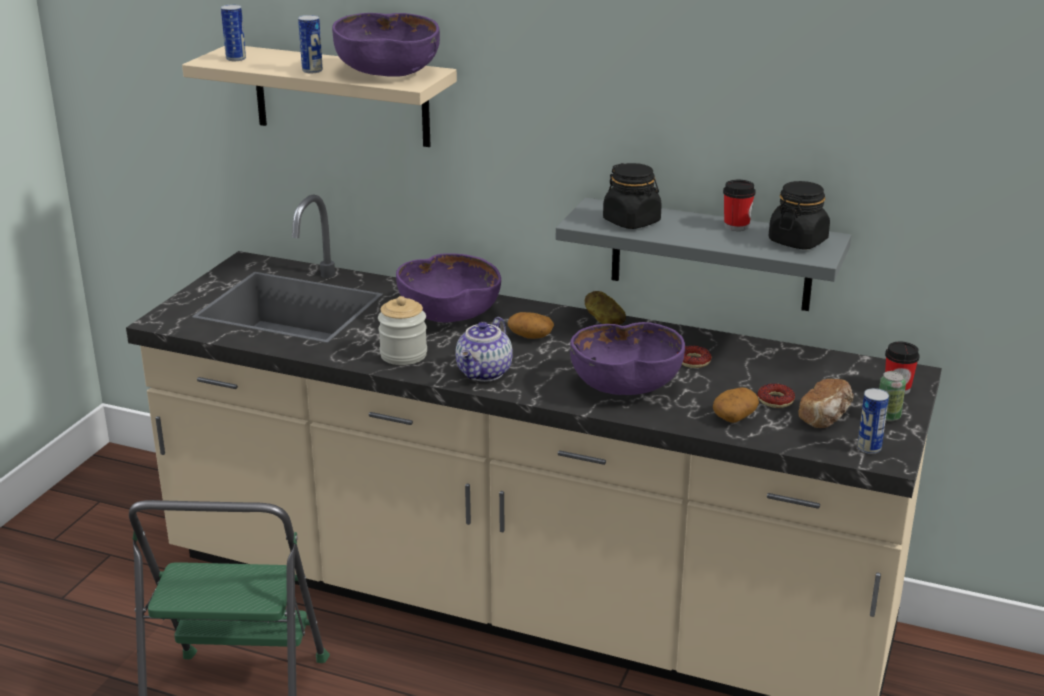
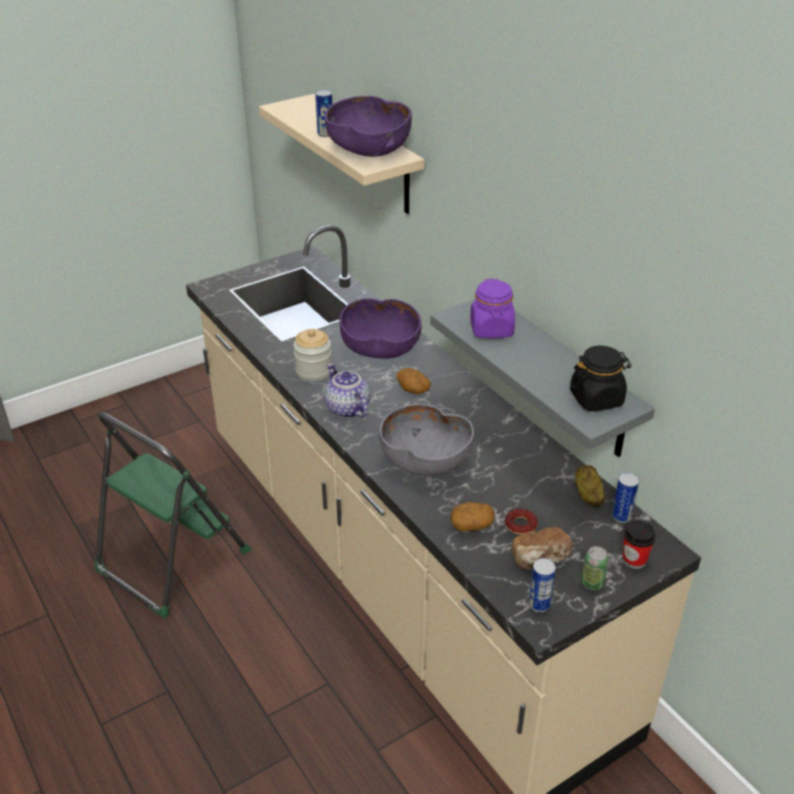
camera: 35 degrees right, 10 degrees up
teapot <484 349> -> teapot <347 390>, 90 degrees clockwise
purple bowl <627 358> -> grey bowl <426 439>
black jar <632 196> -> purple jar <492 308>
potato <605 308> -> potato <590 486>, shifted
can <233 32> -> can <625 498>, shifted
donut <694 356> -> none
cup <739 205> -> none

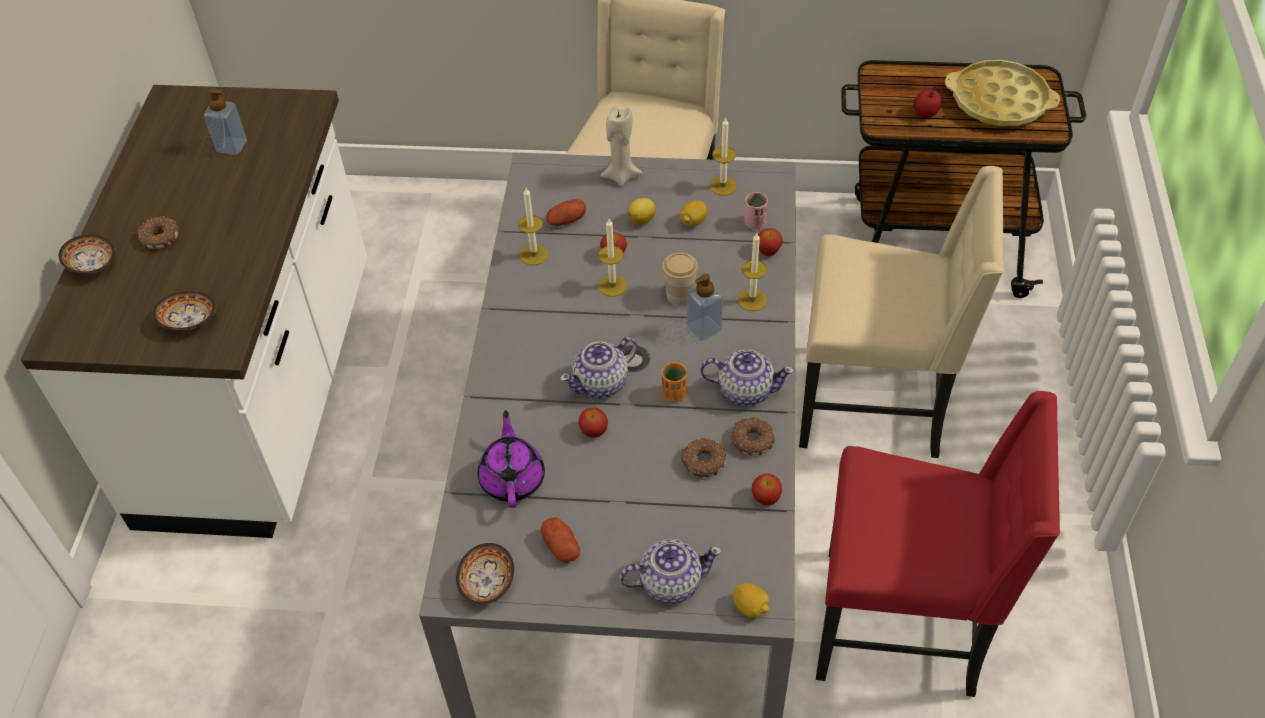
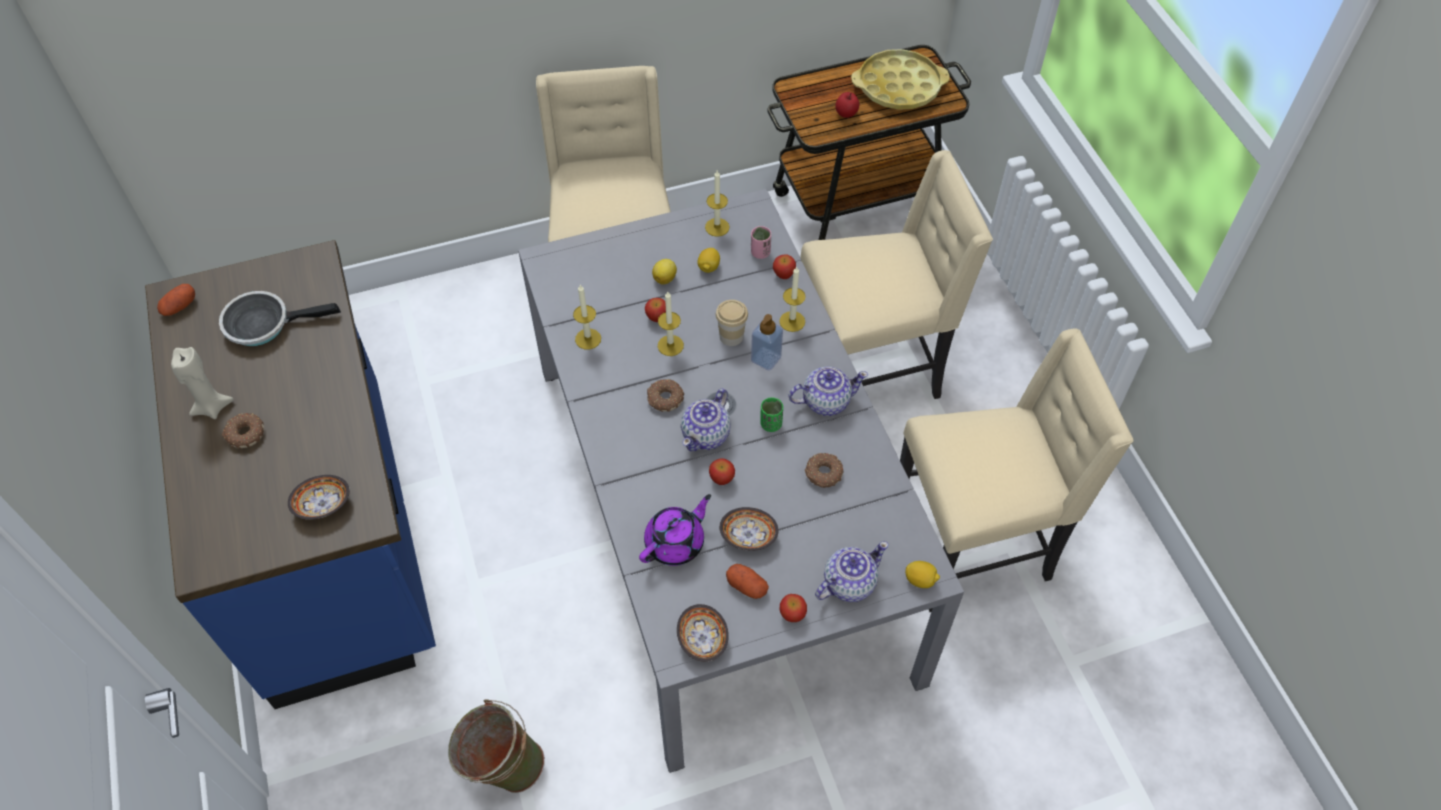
camera: 25 degrees left, 5 degrees up
white counter <194 311> -> blue counter <290 474>
potato <566 212> -> potato <176 300>, shifted
beige candle <622 146> -> beige candle <202 383>, shifted
soap dispenser <225 121> -> frying pan <280 318>
none -> green bucket <496 746>
purple teapot <511 459> -> purple teapot <675 530>, 75 degrees clockwise
donut <752 436> -> donut <665 395>, shifted
bowl <87 254> -> bowl <748 529>, shifted
orange cup <674 382> -> green cup <771 414>
apple <767 489> -> apple <793 608>, shifted
red chair <938 544> -> beige chair <1015 470>

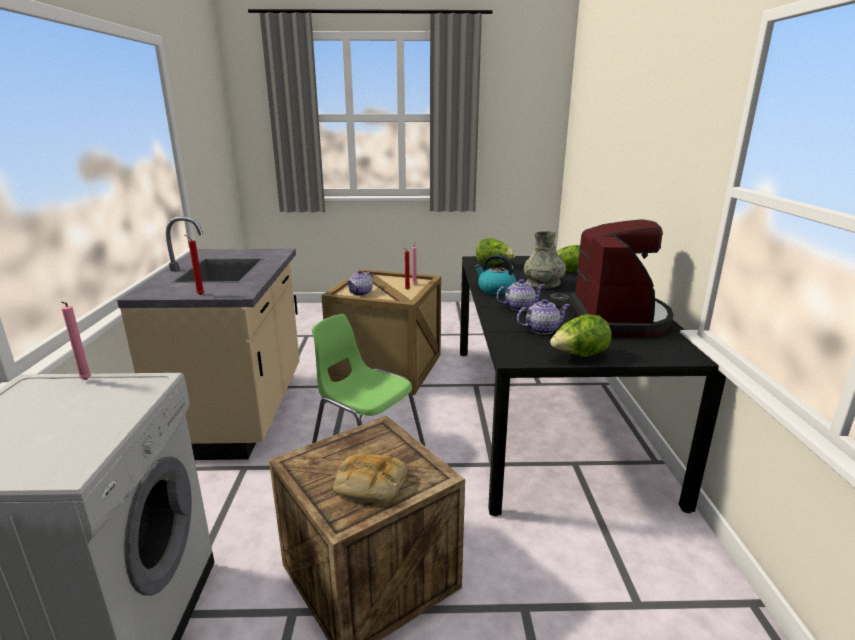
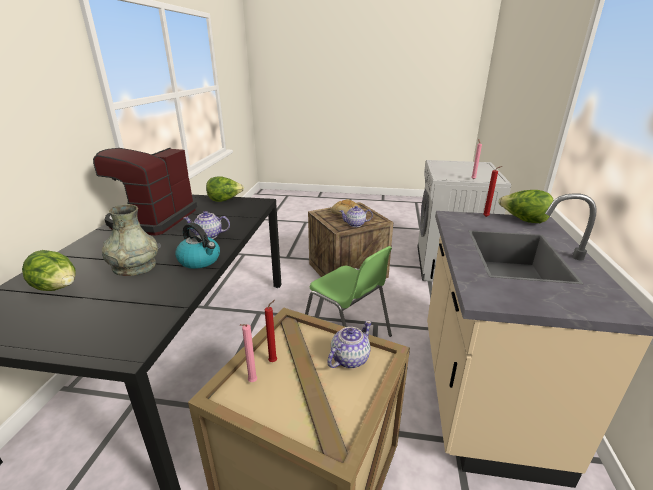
camera: 170 degrees left, 5 degrees up
teapot <544 316> -> teapot <356 216>, shifted
lettuce <496 252> -> lettuce <526 206>, shifted

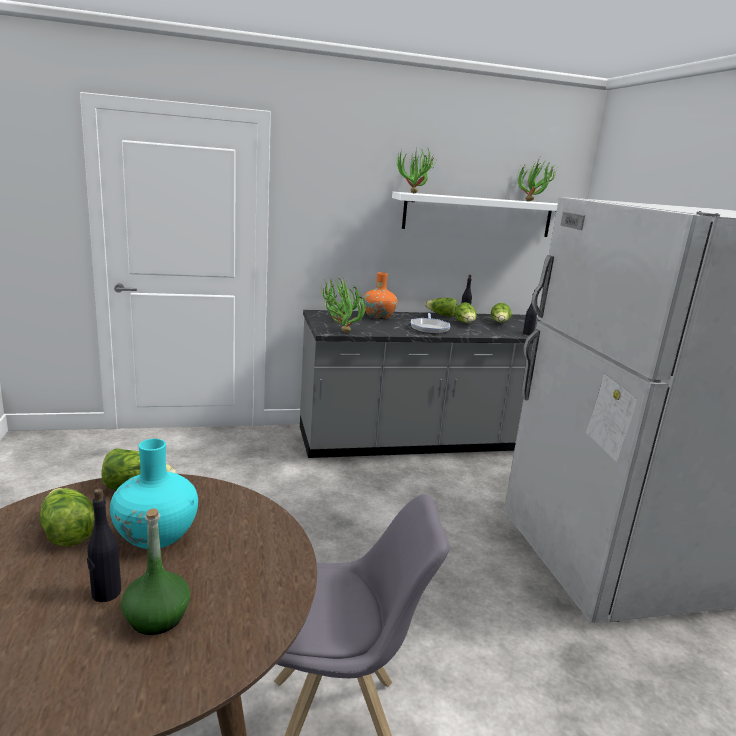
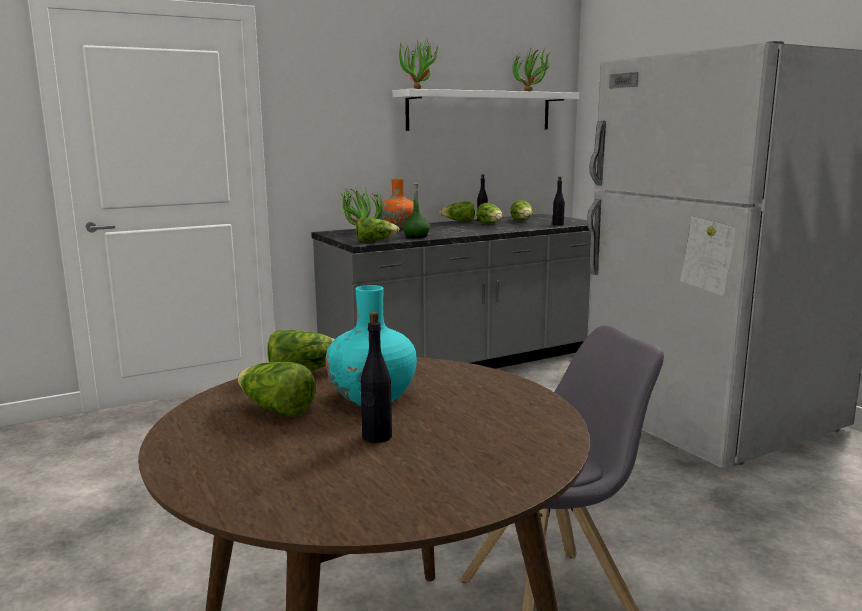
camera: 15 degrees left, 5 degrees down
potted plant <345 309> -> lettuce <377 229>
green bottle <155 571> -> green bottle <416 210>, shifted
frying pan <430 323> -> none

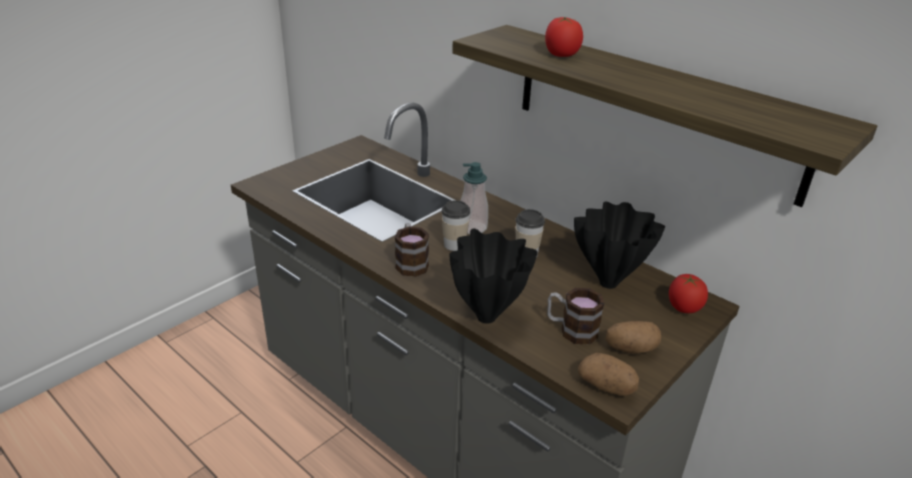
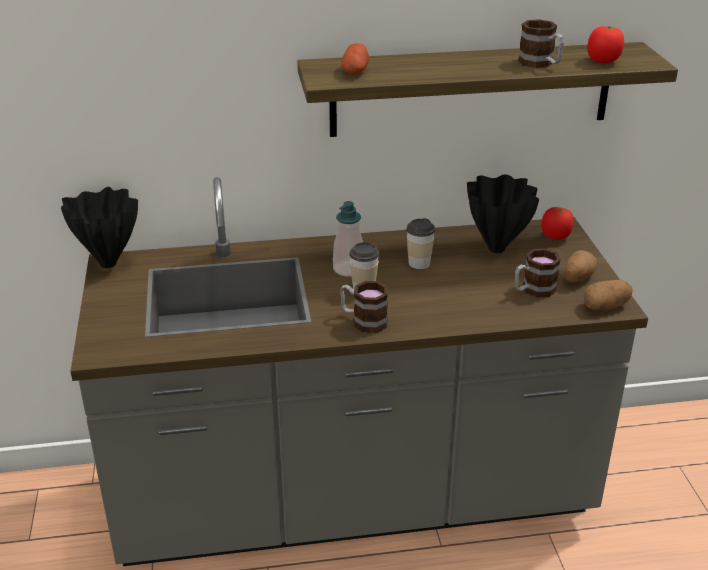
camera: 50 degrees left, 0 degrees up
black vase <493 276> -> black vase <99 227>, shifted
none -> potato <355 58>
none -> mug <541 43>
tomato <564 37> -> tomato <605 44>, shifted

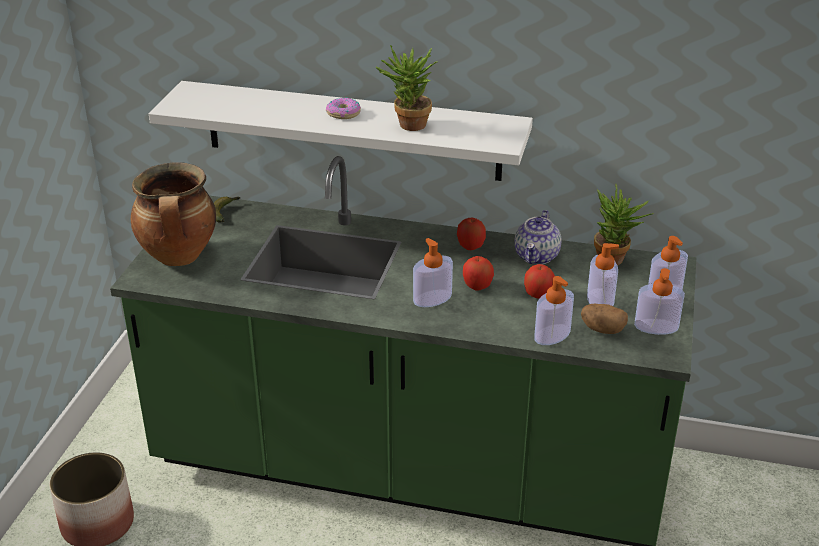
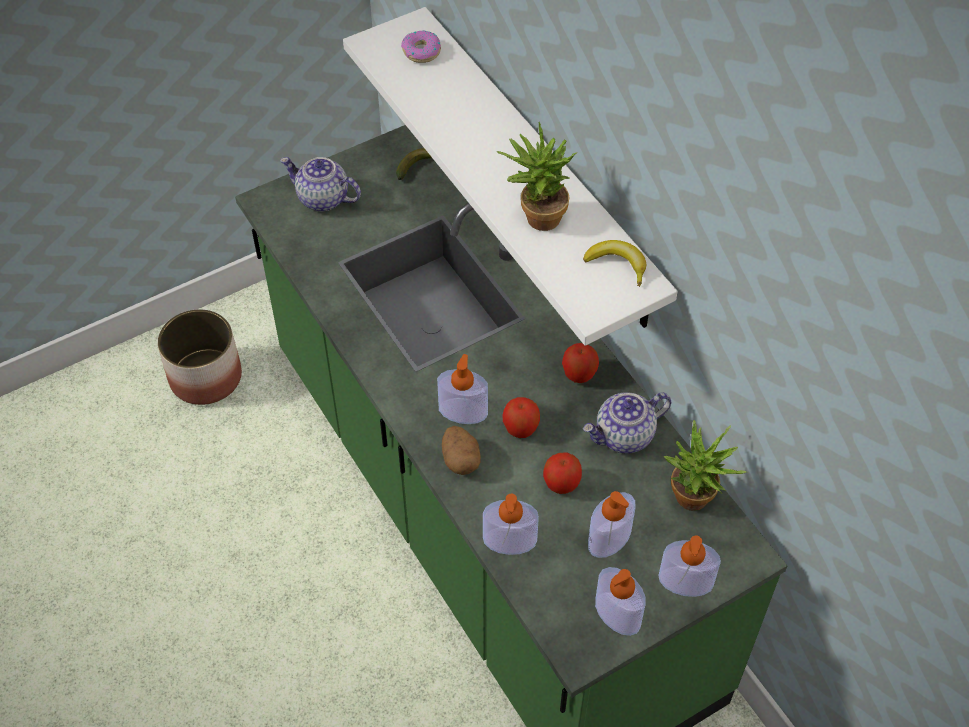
camera: 45 degrees right, 20 degrees up
cooking pot <173 214> -> teapot <320 184>
donut <343 108> -> donut <421 47>, shifted
potato <604 319> -> potato <461 450>, shifted
none -> banana <614 263>

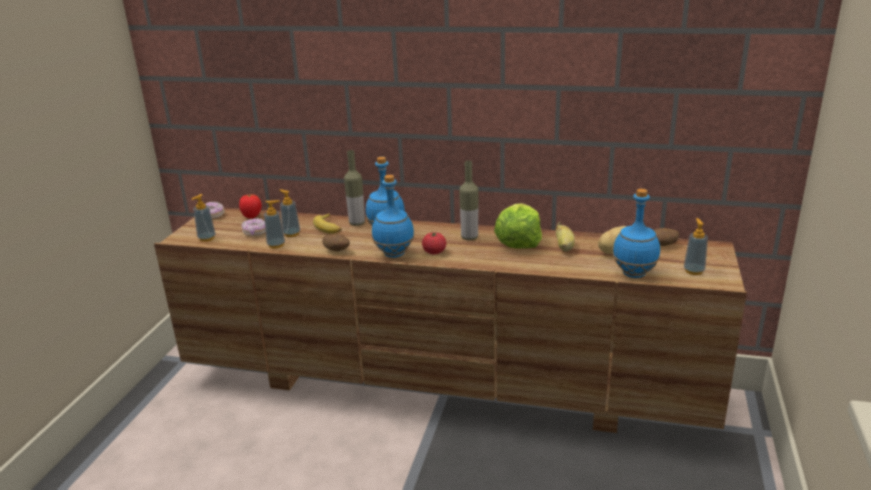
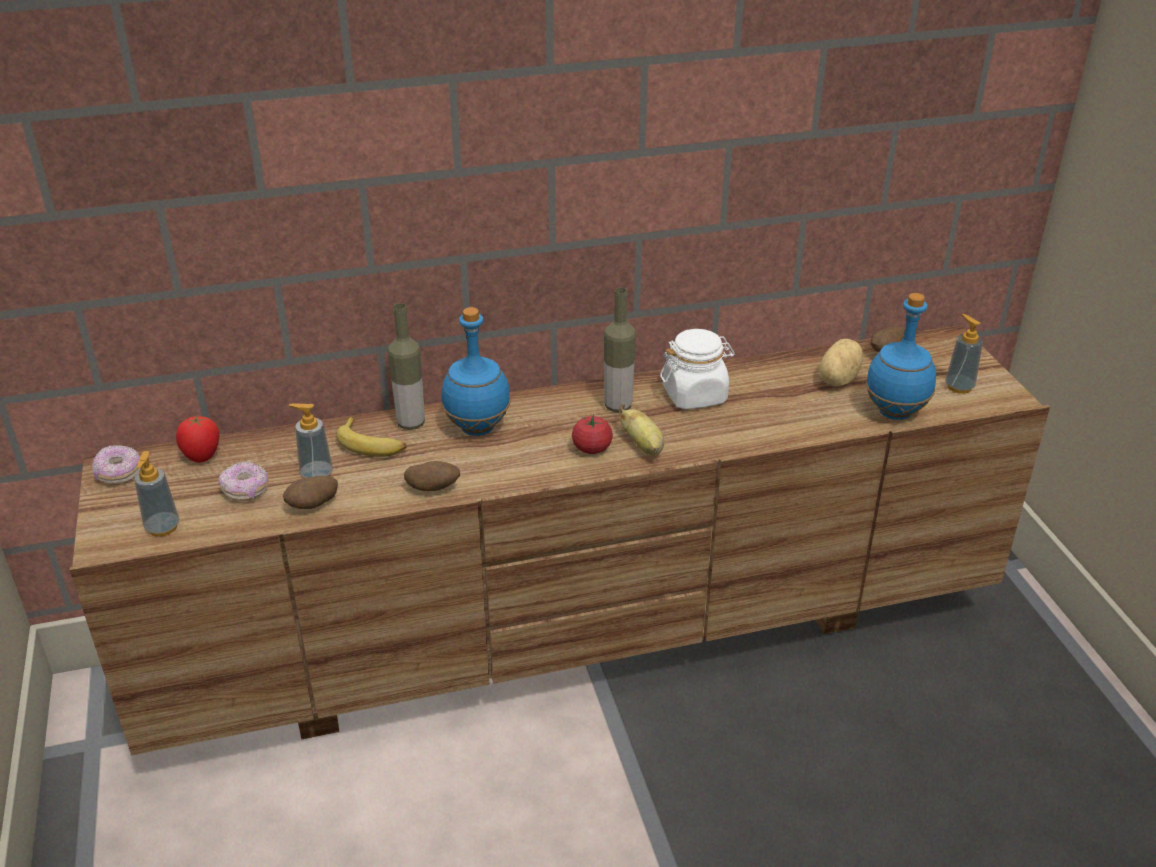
camera: 30 degrees left, 10 degrees up
soap dispenser <274 224> -> potato <310 492>
banana <565 237> -> banana <641 429>, shifted
lettuce <518 226> -> white jar <697 369>
blue bottle <393 216> -> none

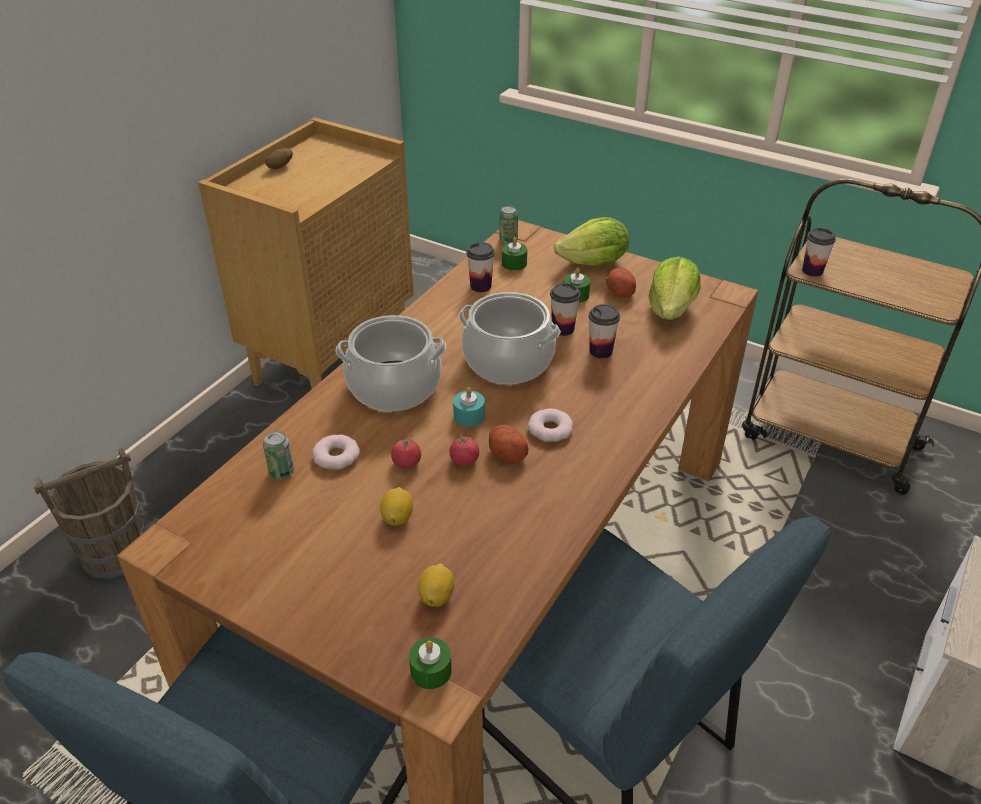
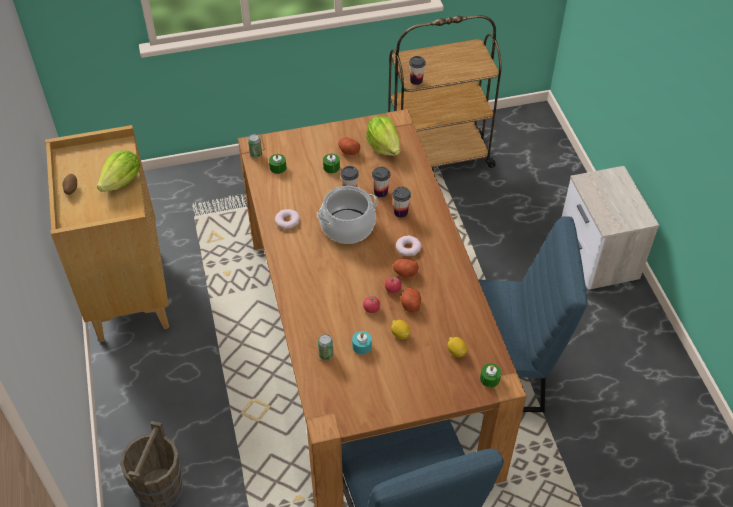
camera: 45 degrees left, 10 degrees up
lettuce <591 241> -> lettuce <118 171>, shifted
donut <336 452> -> donut <287 219>, shifted
turquoise candle <469 407> -> turquoise candle <362 342>, shifted
cup <480 267> -> cup <401 202>, shifted
none -> potato <410 300>
cooking pot <391 363> -> none

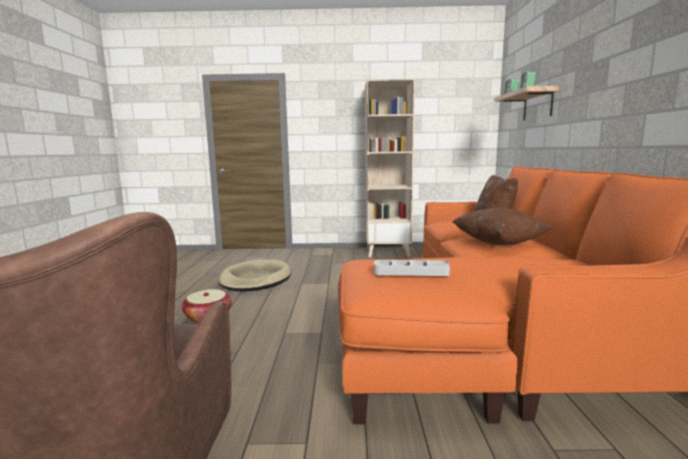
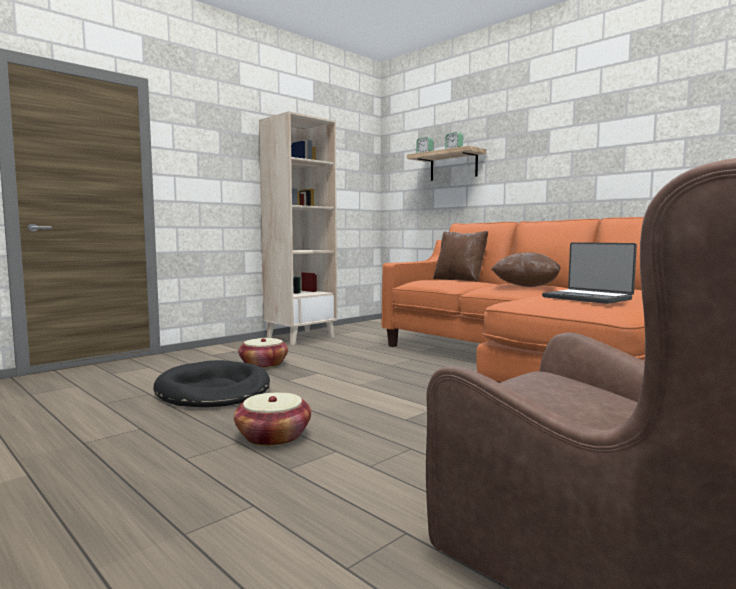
camera: 45 degrees left, 5 degrees down
beige dog bed <254 275> -> black dog bed <211 383>
none -> basket <263 353>
grey tray <412 268> -> laptop <589 273>

